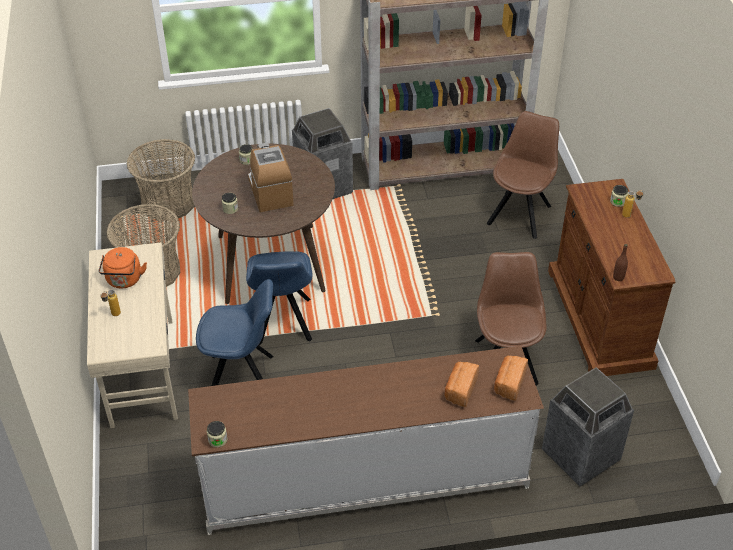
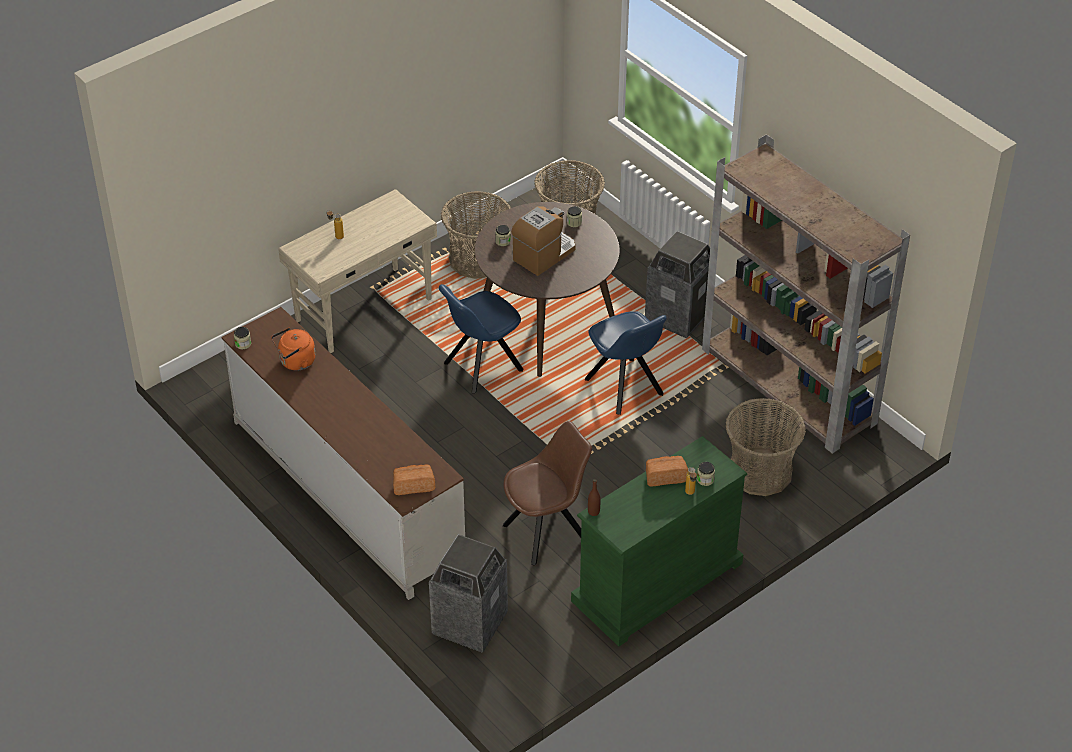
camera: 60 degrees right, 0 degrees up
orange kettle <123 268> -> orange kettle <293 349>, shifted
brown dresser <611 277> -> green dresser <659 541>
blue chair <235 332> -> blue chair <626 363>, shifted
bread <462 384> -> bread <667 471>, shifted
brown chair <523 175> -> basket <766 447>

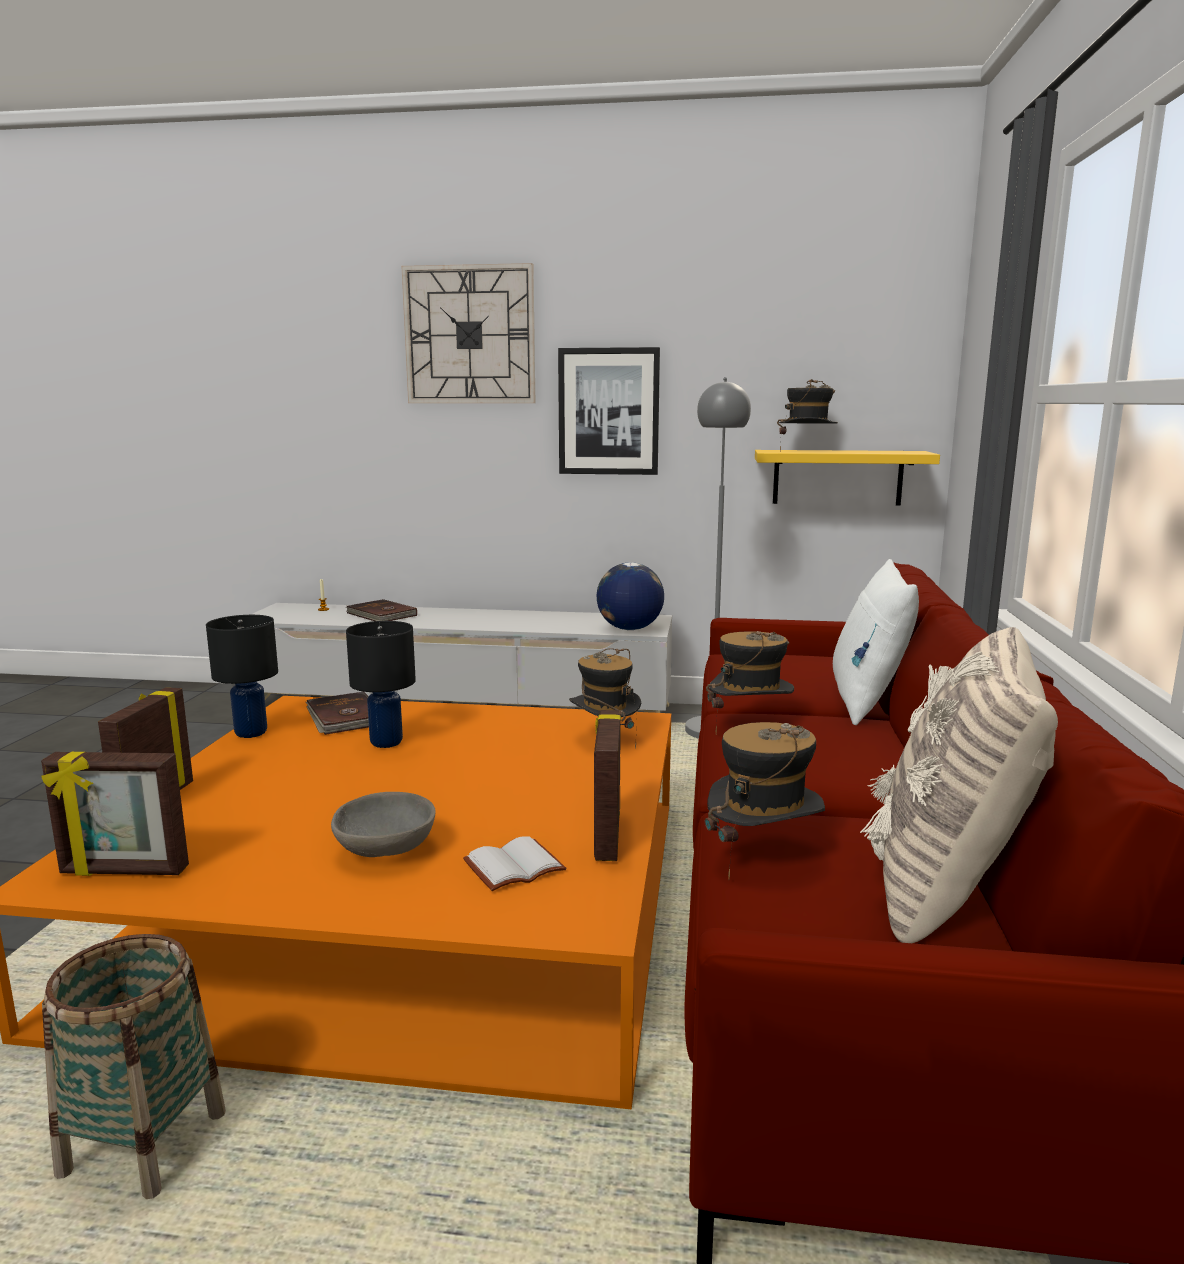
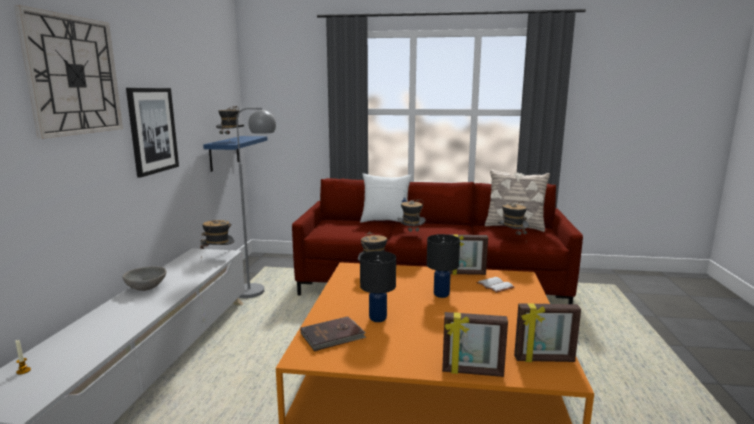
camera: 90 degrees left, 0 degrees up
grey bowl <383 824> -> grey bowl <144 278>, shifted
globe <630 596> -> hat <217 239>
yellow shelf <847 477> -> blue shelf <235 154>
black table lamp <242 676> -> black table lamp <443 266>, shifted
picture frame <115 814> -> picture frame <547 332>, 90 degrees clockwise
basket <134 1066> -> none
brown book <381 610> -> none

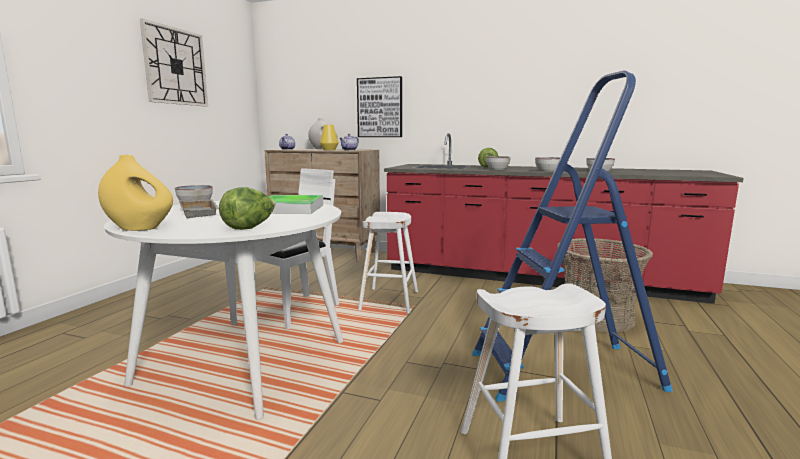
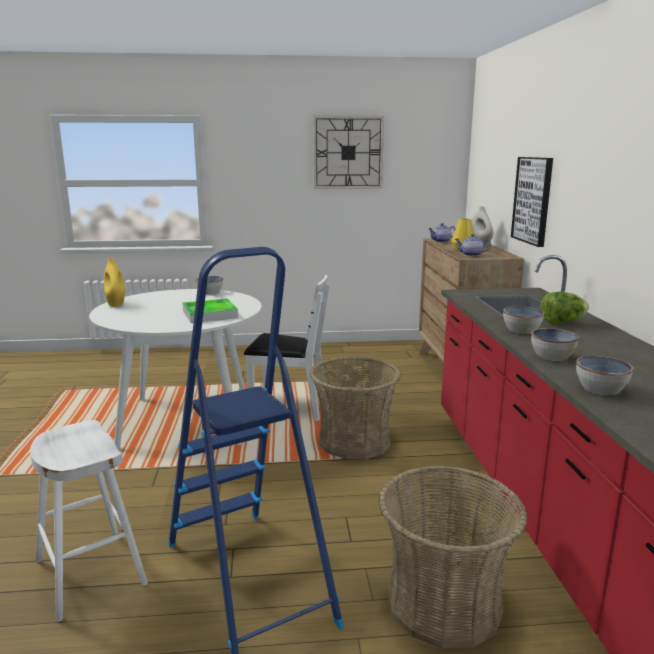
camera: 65 degrees right, 5 degrees up
white stool <388 262> -> basket <355 407>
grey tray <199 208> -> none
lettuce <247 208> -> none

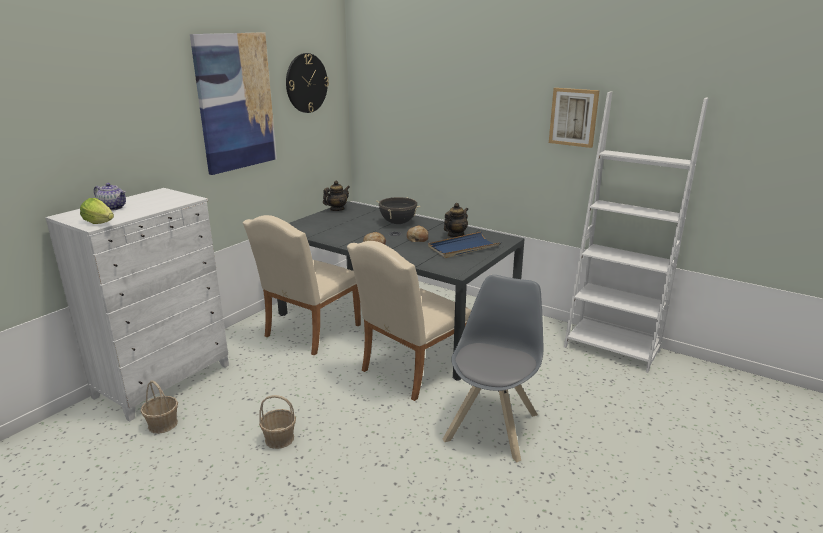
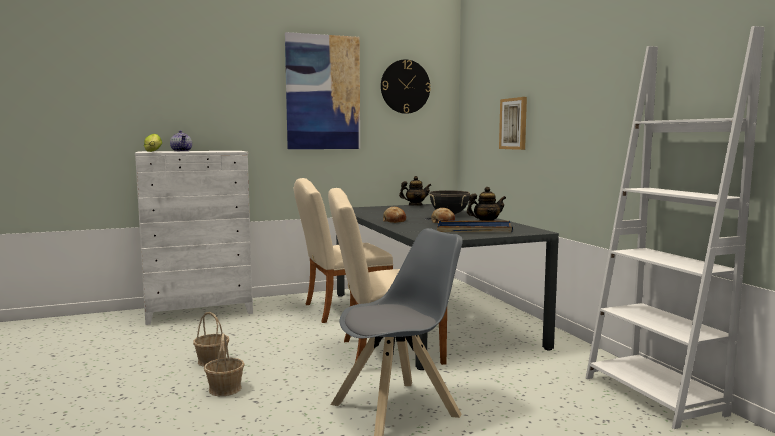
camera: 35 degrees right, 15 degrees down
basket <159 407> -> basket <224 364>, shifted
picture <574 118> -> picture <513 123>, shifted

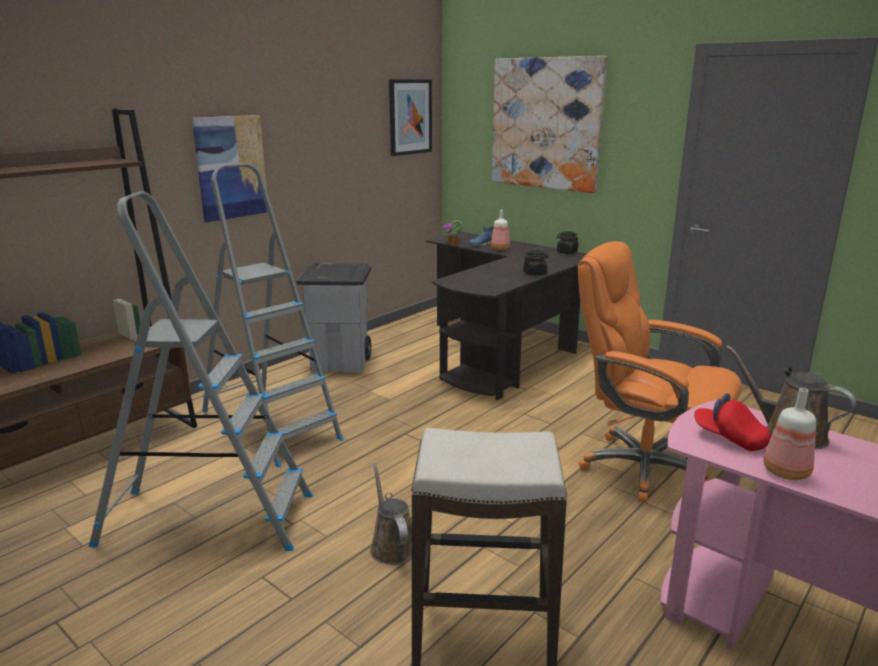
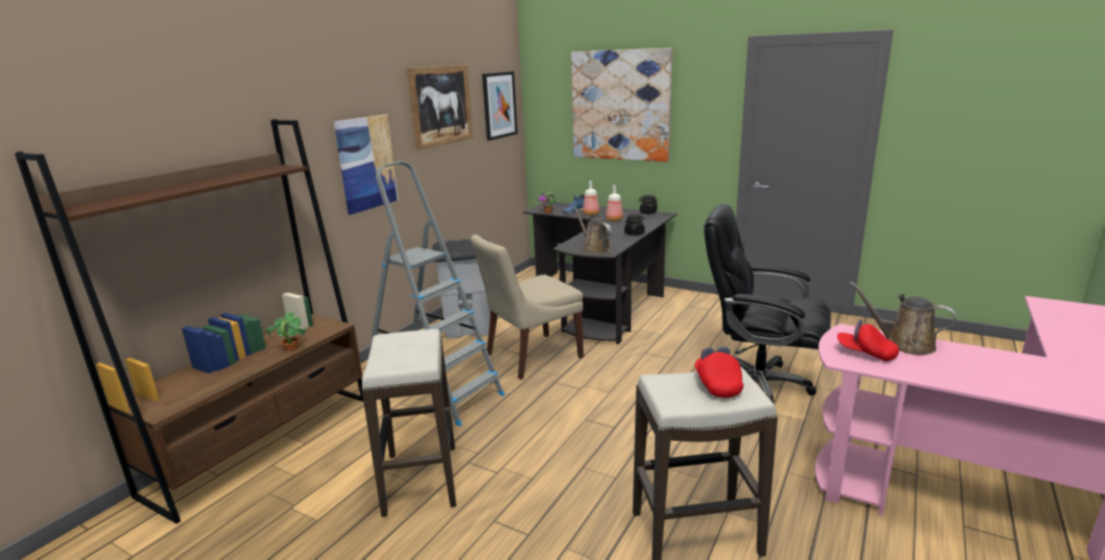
camera: 10 degrees left, 0 degrees up
none -> potted plant <287 331>
grey step ladder <201 371> -> stool <409 423>
none -> picture <440 107>
none -> beige chair <527 307>
brown watering can <391 514> -> brown watering can <593 230>, shifted
bottle <789 434> -> bottle <614 203>, shifted
none -> red cap <719 372>
orange office chair <660 372> -> black office chair <767 303>

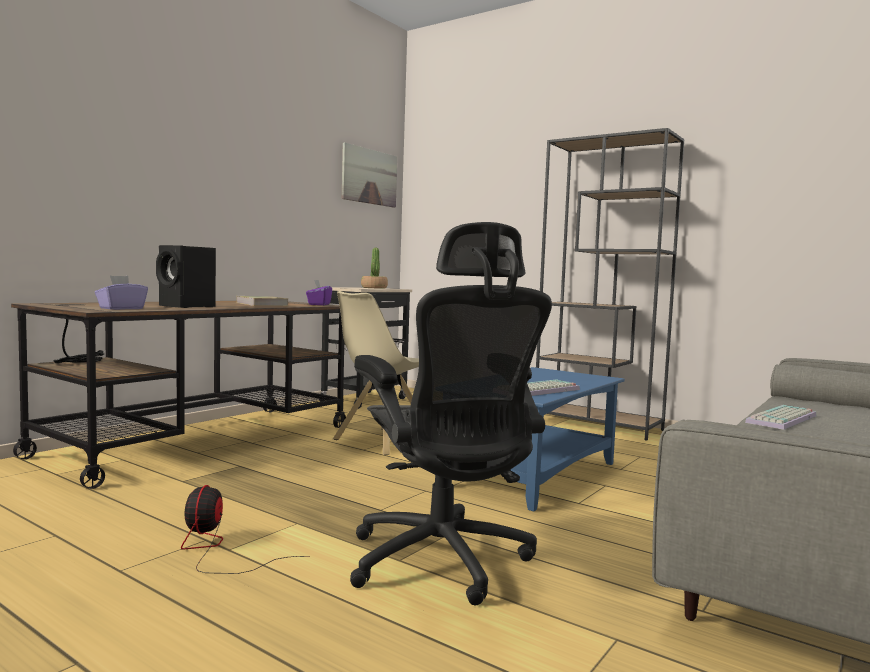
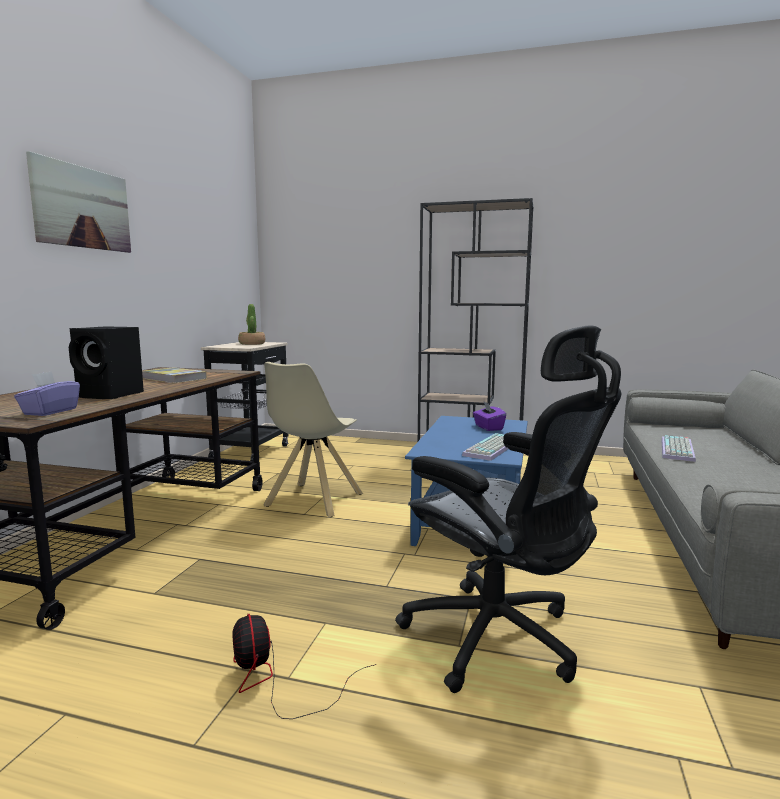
camera: 20 degrees left, 5 degrees up
picture <369 175> -> picture <78 202>, shifted
purple tissue box <319 292> -> purple tissue box <489 416>, shifted

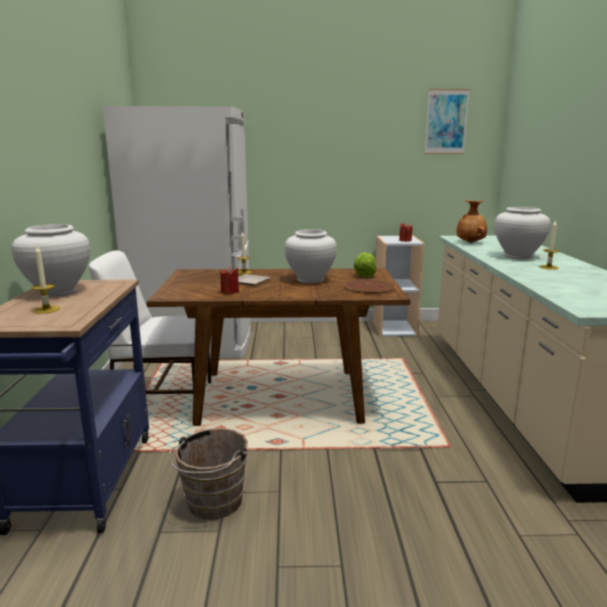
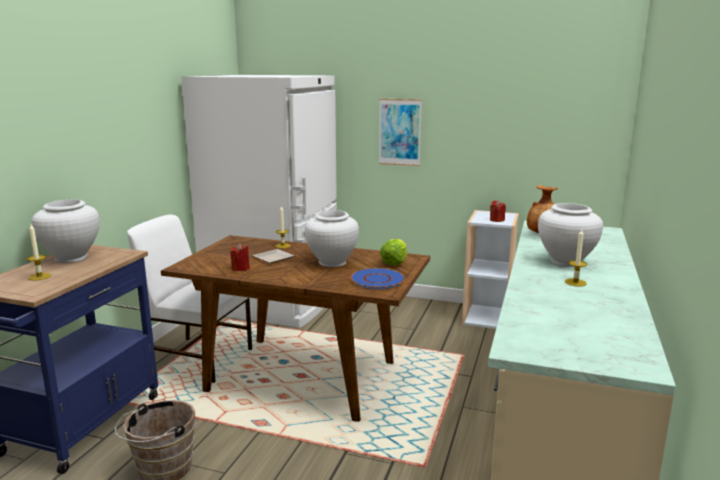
camera: 20 degrees right, 0 degrees up
brown plate <370 286> -> blue plate <377 278>
picture <447 121> -> picture <400 132>, shifted

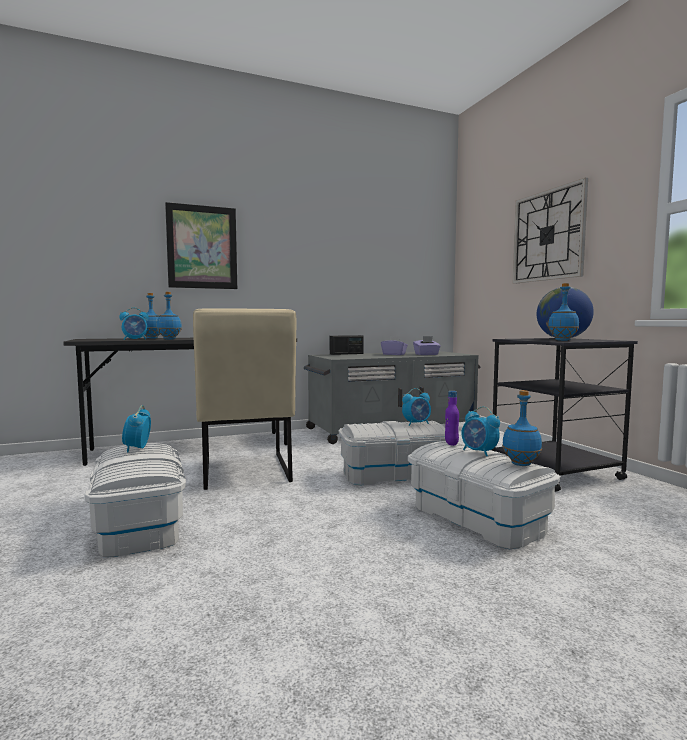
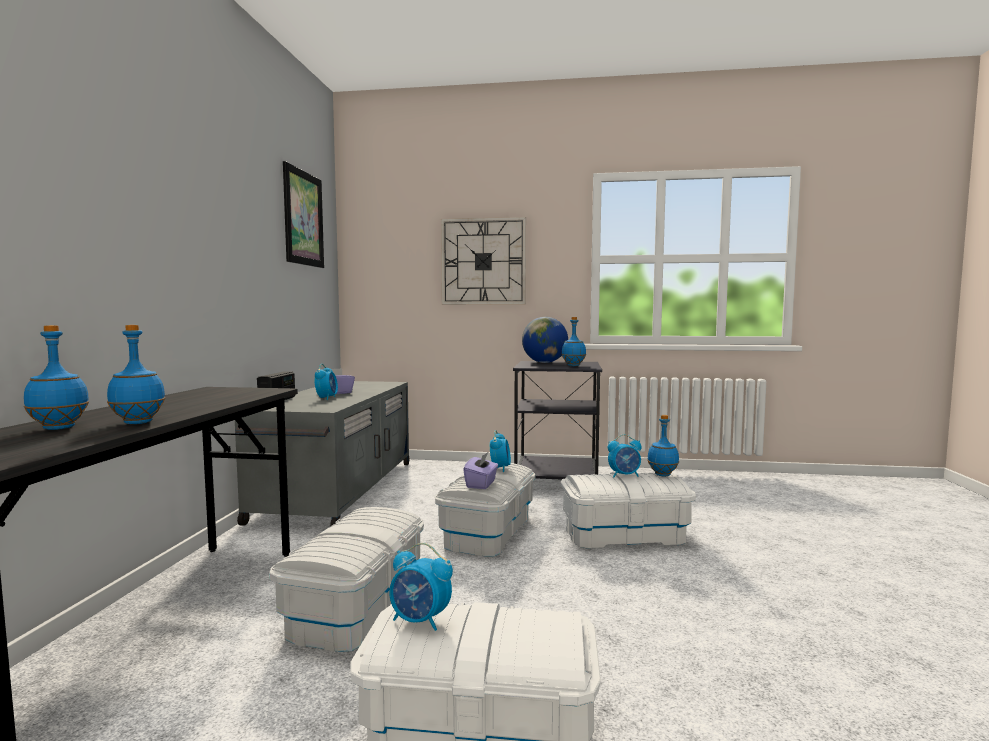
camera: 60 degrees left, 0 degrees up
beige chair <244 399> -> white storage box <346 579>
picture <201 245> -> picture <303 214>, shifted
alarm clock <134 324> -> alarm clock <326 382>, shifted
purple tissue box <427 345> -> purple tissue box <480 470>, shifted
purple bottle <452 418> -> none

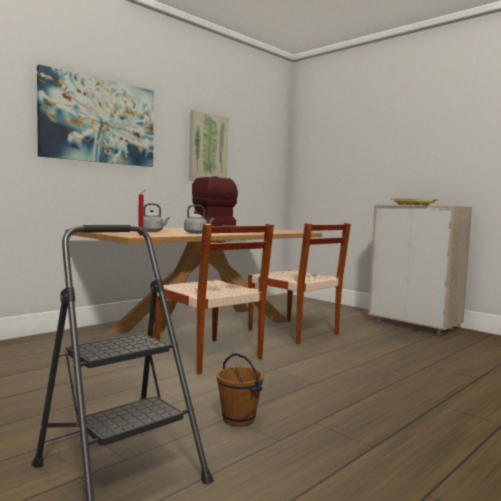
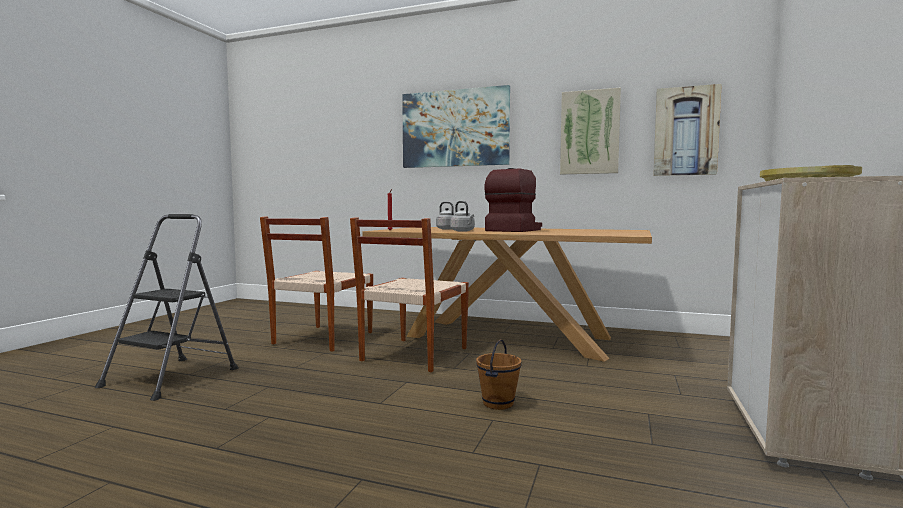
camera: 65 degrees right, 0 degrees up
chair <299 284> -> chair <316 284>, shifted
brown bucket <240 390> -> brown bucket <499 374>, shifted
none -> picture <687 130>

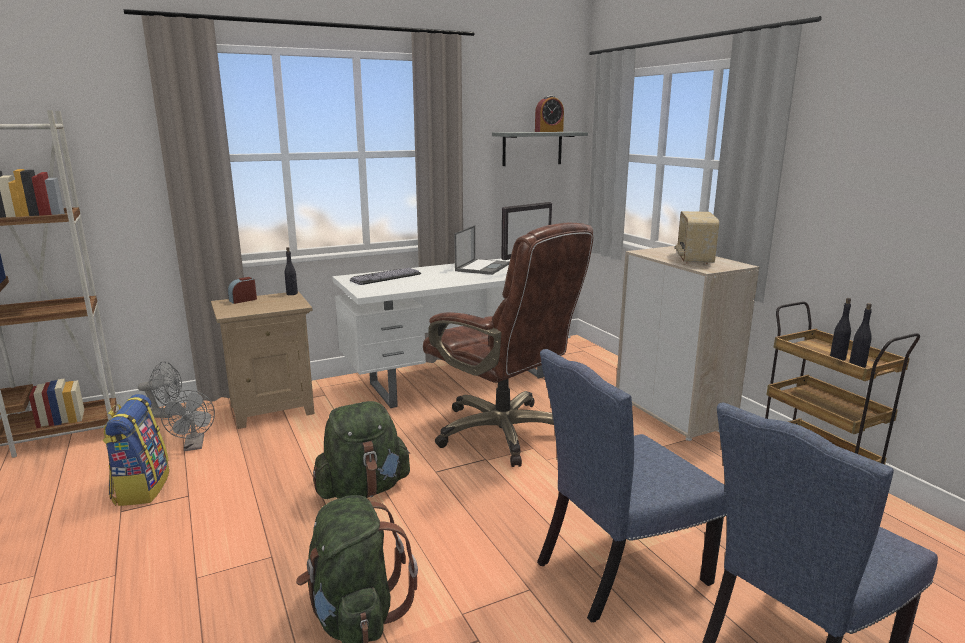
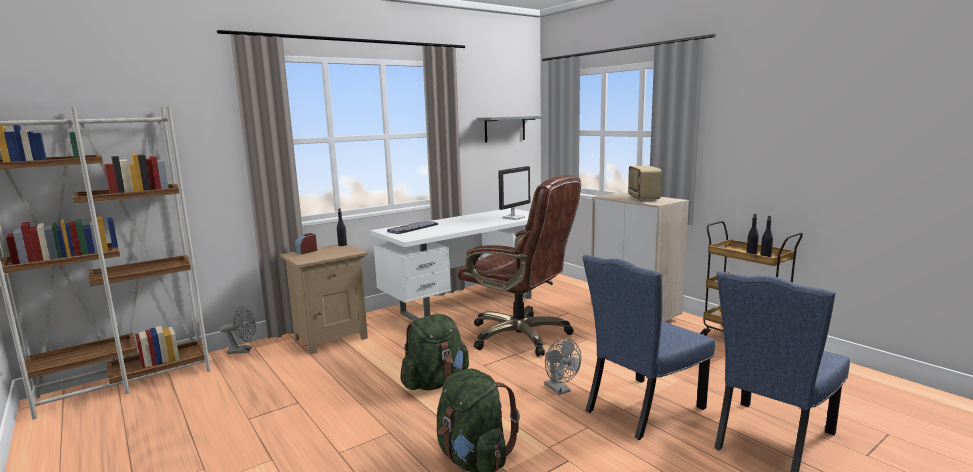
camera: 10 degrees left, 5 degrees down
grey fan <187 420> -> grey fan <562 366>, shifted
backpack <136 450> -> none
laptop <482 250> -> none
alarm clock <549 114> -> none

